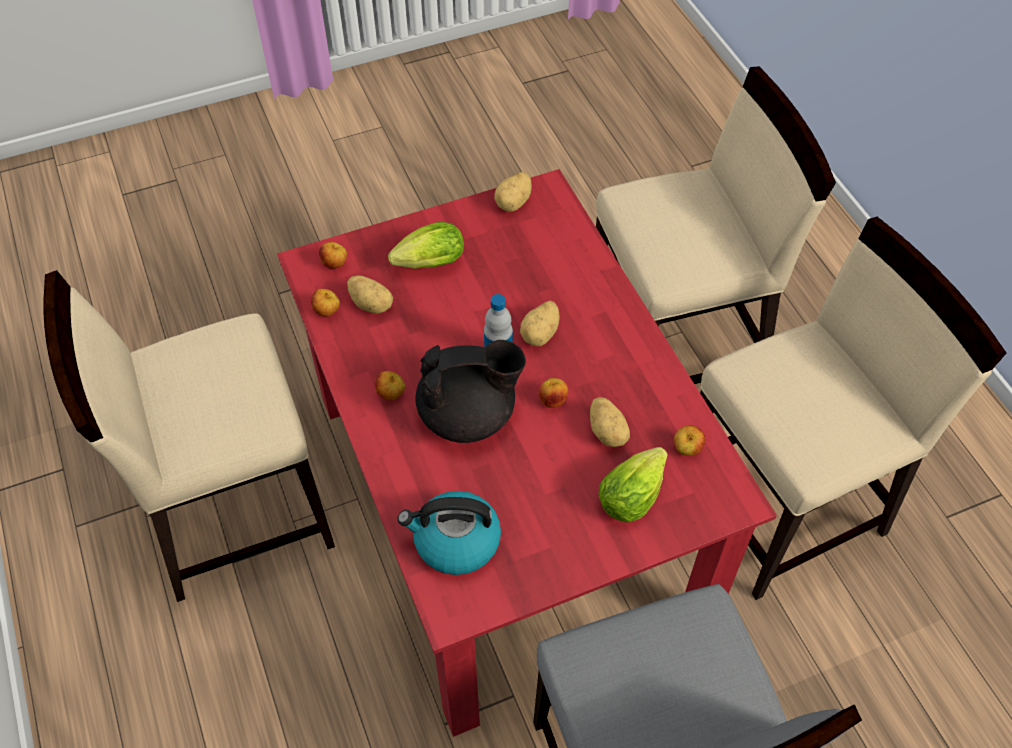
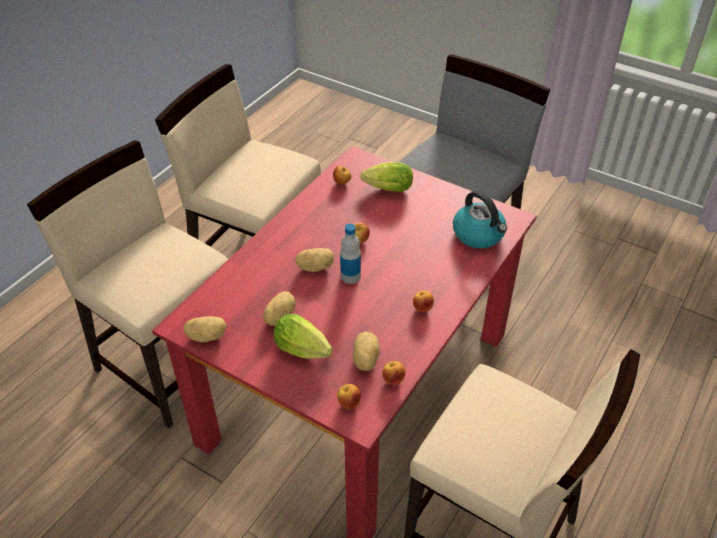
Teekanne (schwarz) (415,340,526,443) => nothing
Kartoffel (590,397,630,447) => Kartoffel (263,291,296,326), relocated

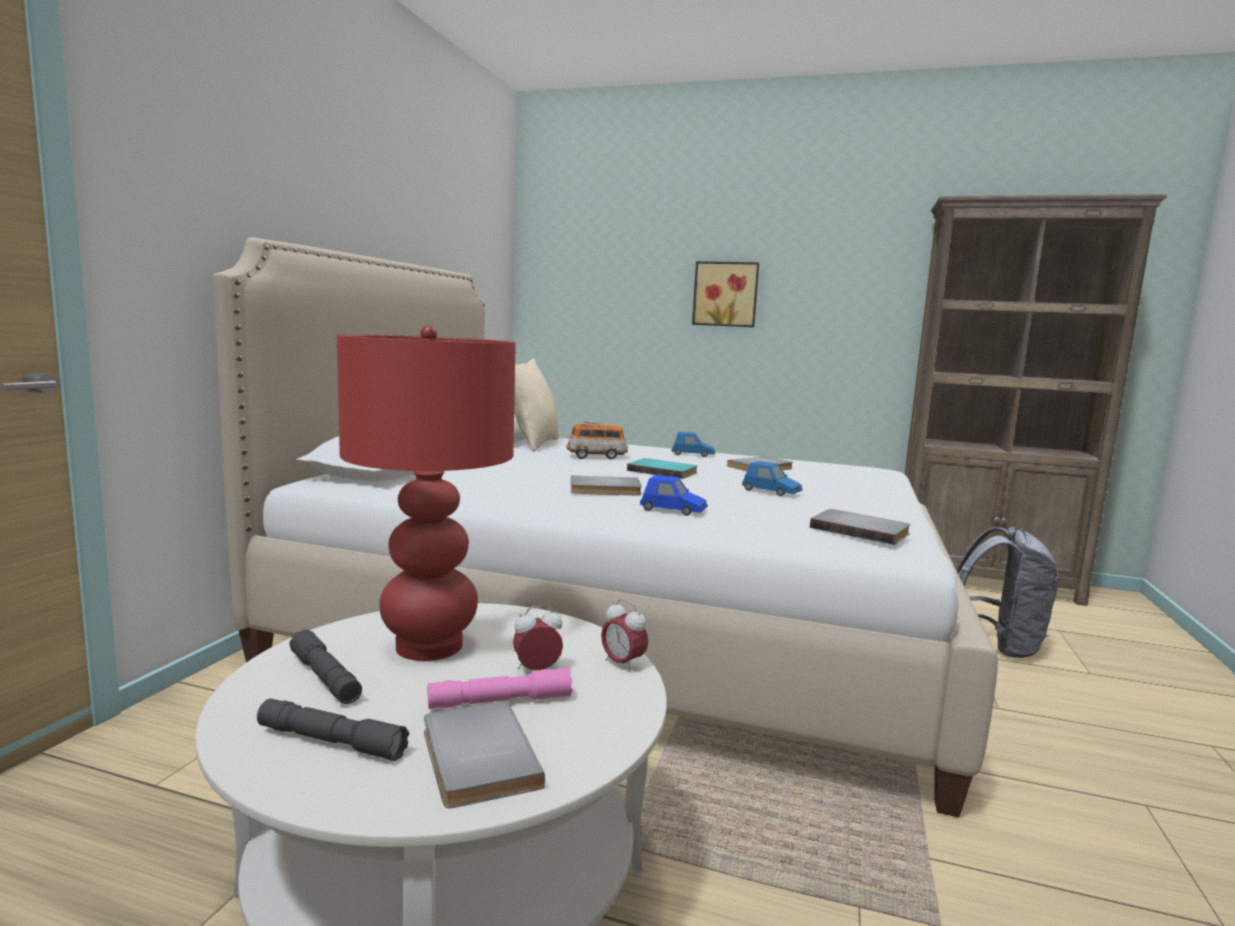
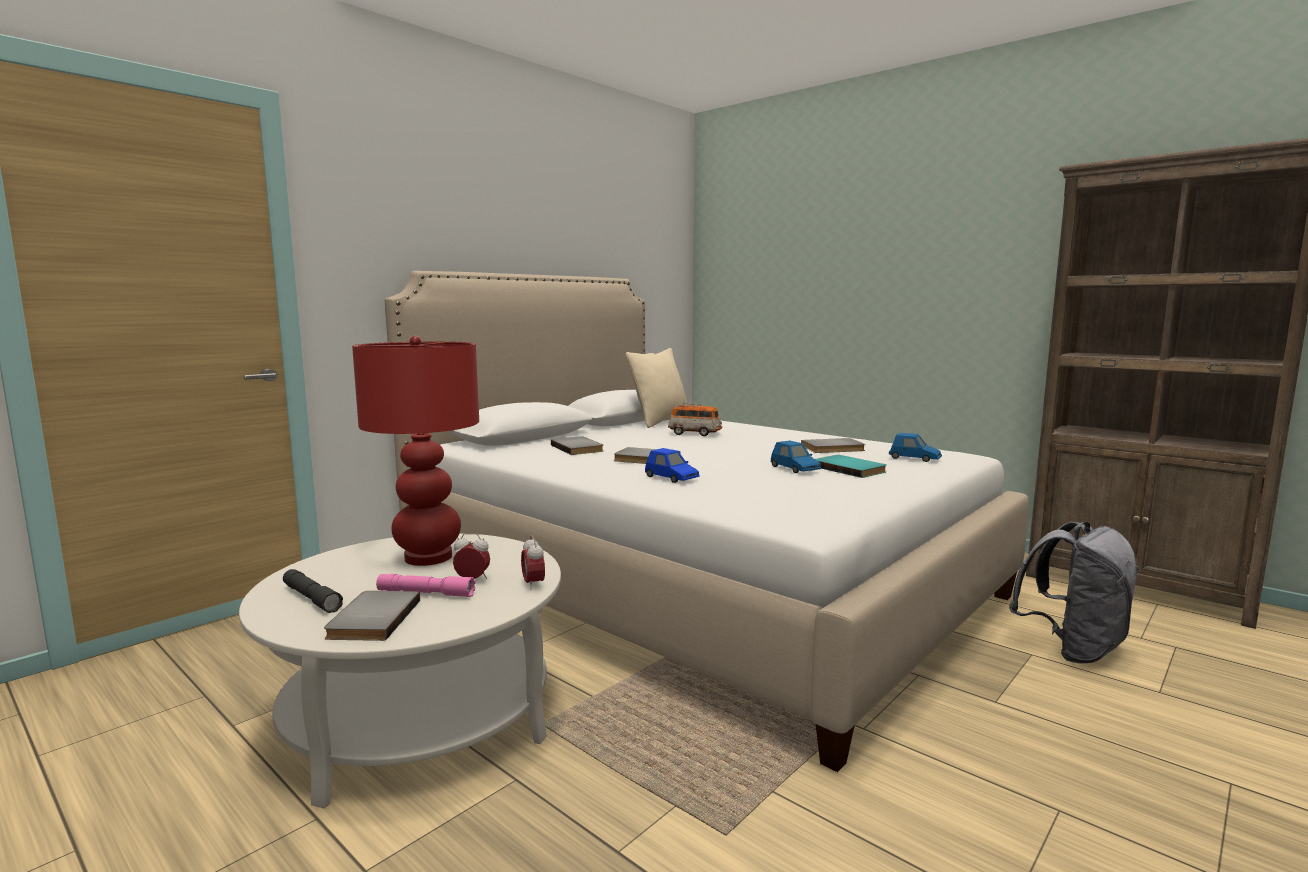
Bild (692,261,759,327) => nothing
Spielzeugauto (blau) (672,432,715,457) => Spielzeugauto (blau) (889,433,942,462), relocated
Buch (türkis) (627,458,698,479) => Buch (türkis) (815,455,886,478), relocated
Buch (grau) (810,509,911,545) => Buch (grau) (551,436,603,455), relocated
Taschenlampe (grau) (289,629,362,704) => nothing

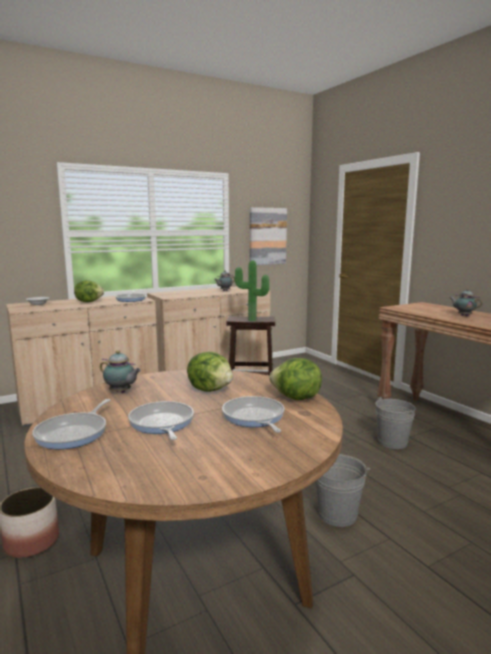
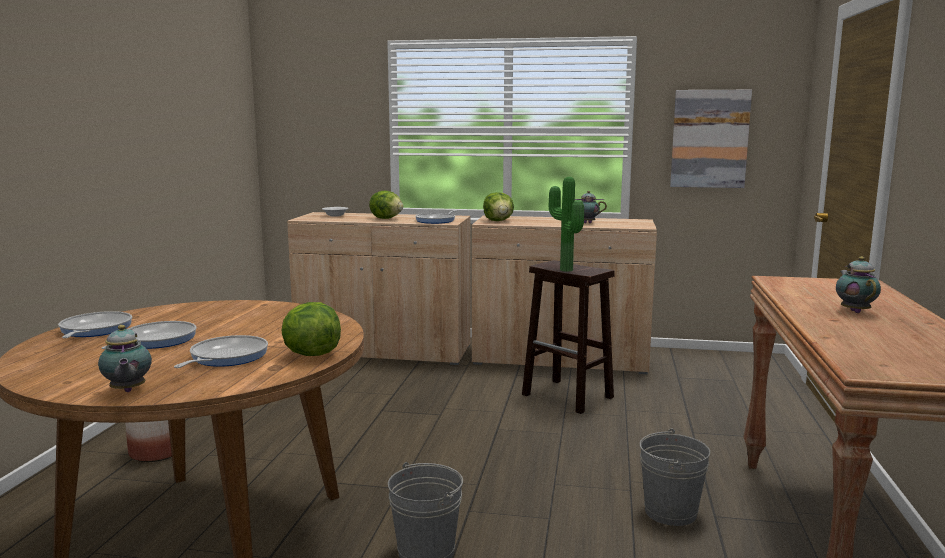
Teekanne (100,350,141,393) => Teekanne (98,325,152,392), relocated
Salatkopf (187,352,233,392) => Salatkopf (483,192,514,221), relocated
Pfanne (32,399,110,449) => Pfanne (58,311,132,338), 120 degrees clockwise

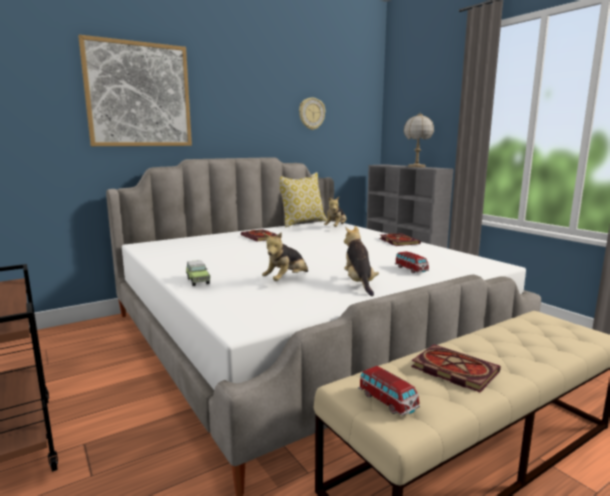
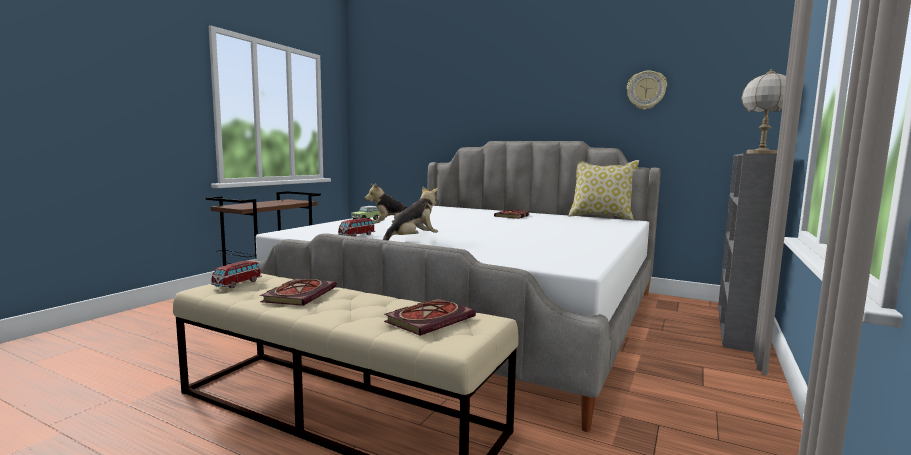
Bild (78,35,192,146) => nothing
Plüschtier (324,197,347,227) => nothing
Buch (380,233,421,246) => Buch (384,298,476,336), relocated
Spielzeugauto (395,251,429,273) => Spielzeugauto (338,218,375,237), relocated

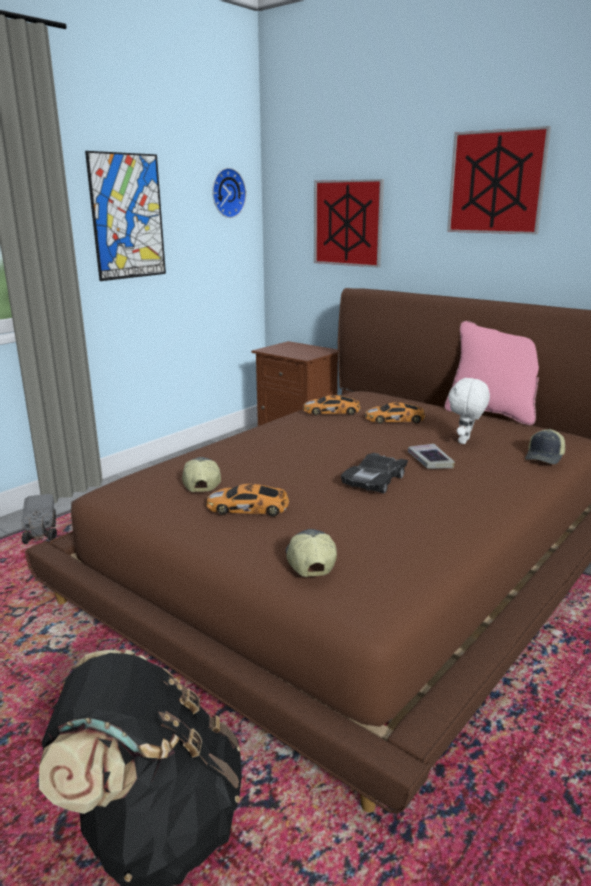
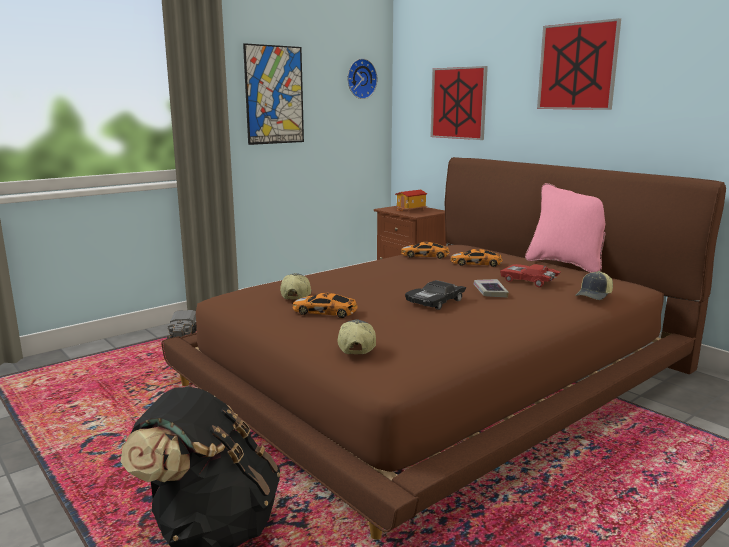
Plüschtier (weiß) (448,377,490,444) => Spielzeugauto (rot) (500,264,561,287)
nothing => Spielzeughaus (395,190,427,212)

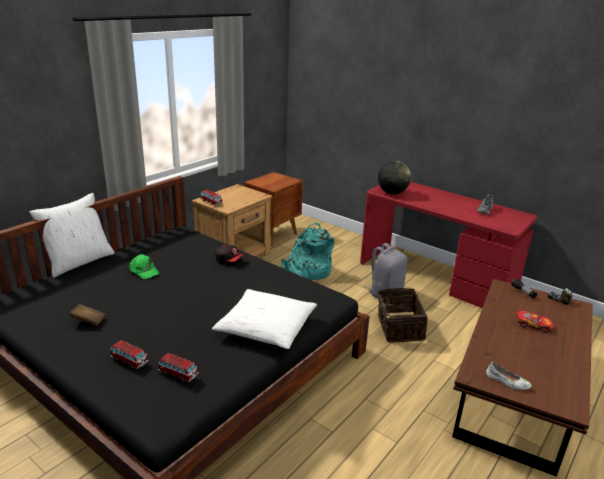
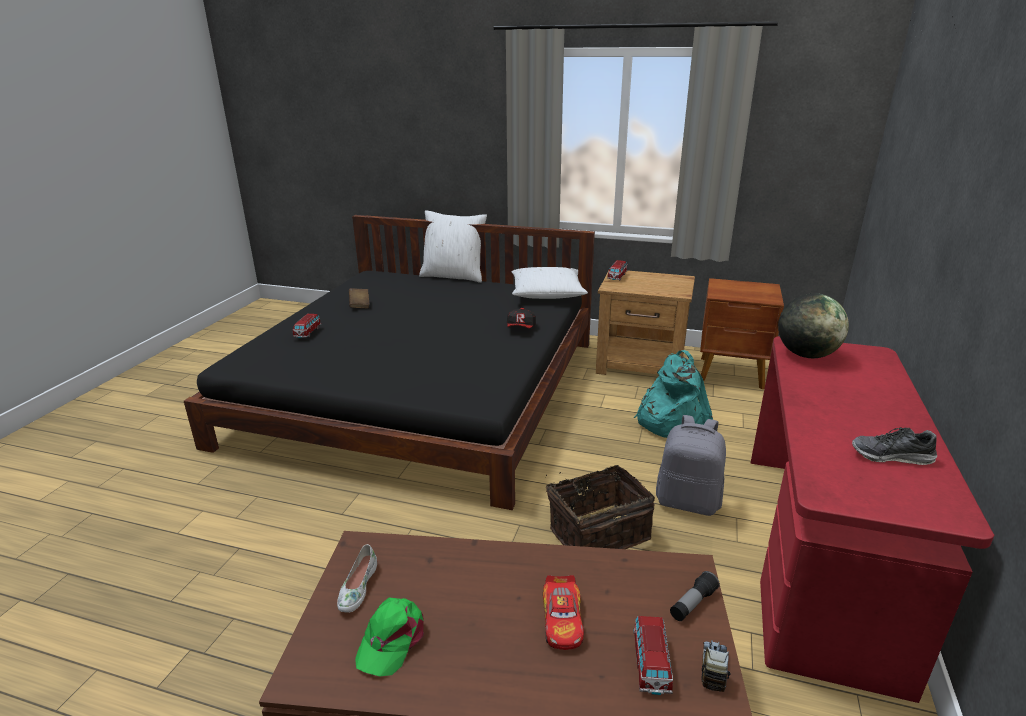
Kappe (grün) (128,254,159,279) => Kappe (grün) (355,597,424,677), relocated
Kissen (weiß) (212,289,317,349) => Kissen (weiß) (512,267,588,299), relocated
Spielzeugauto (158,353,199,382) => Spielzeugauto (633,616,673,695), relocated

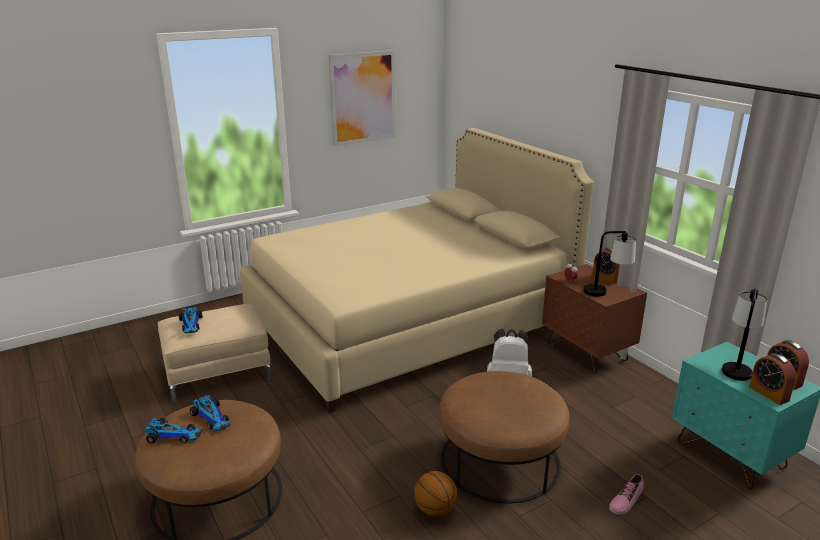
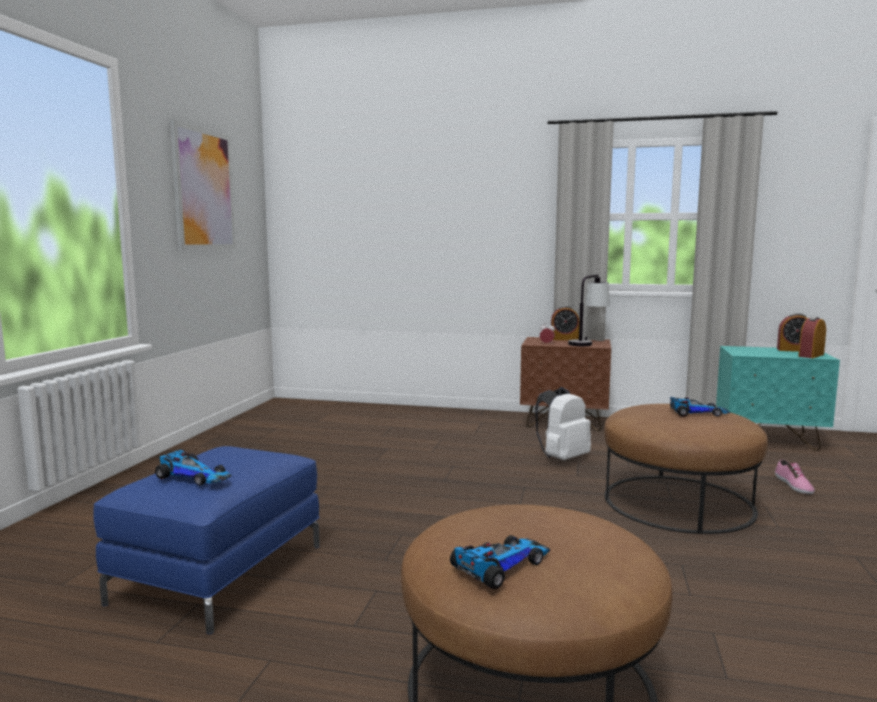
Bett (beige) (240,128,594,413) => nothing
Tischlampe (722,288,767,381) => nothing
Polsterhocker (beige) (158,304,272,402) => Polsterhocker (blau) (94,446,320,634)
Wecker (749,353,796,405) => Wecker (798,317,826,358), 120 degrees clockwise
Spielzeugauto (190,395,230,432) => Spielzeugauto (670,397,730,417), relocated
Basketball (414,471,457,516) => nothing

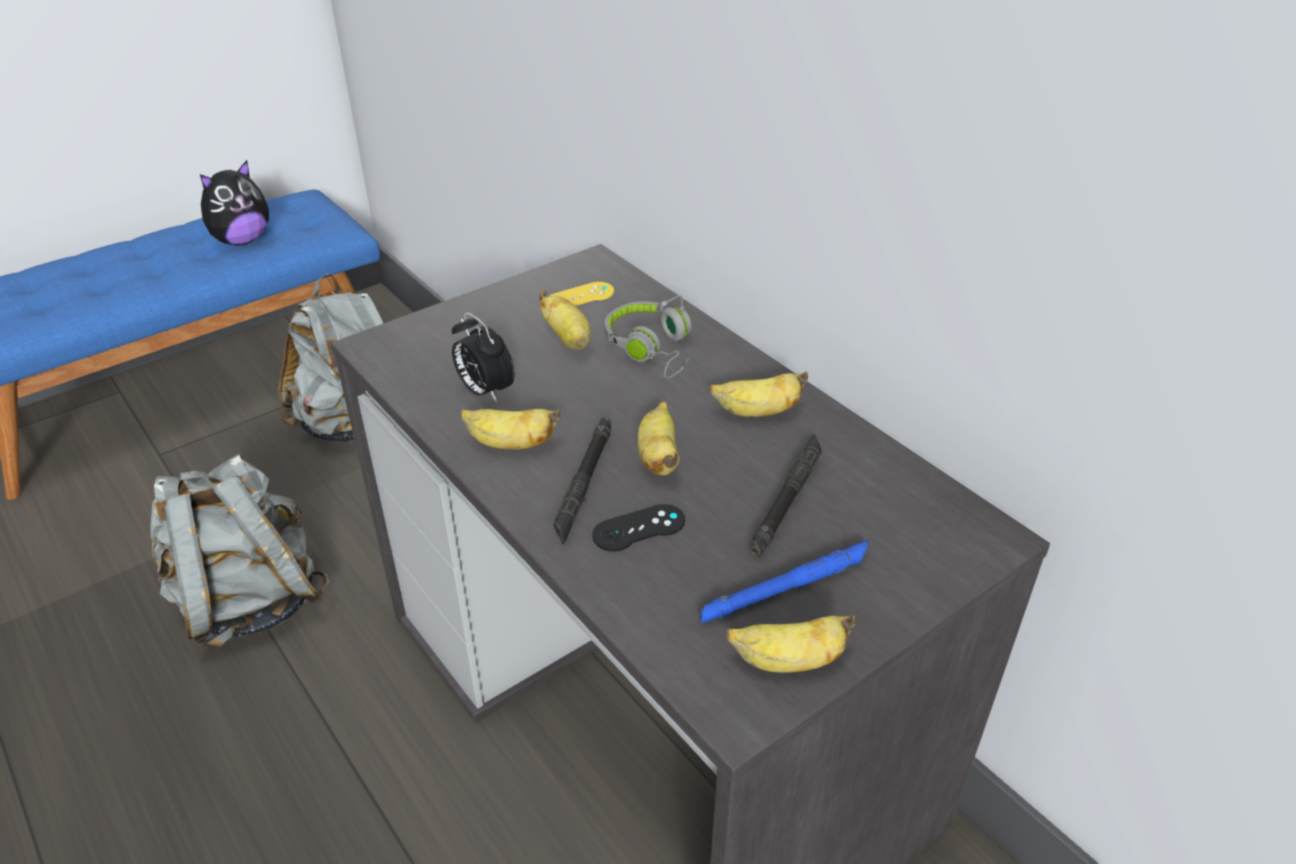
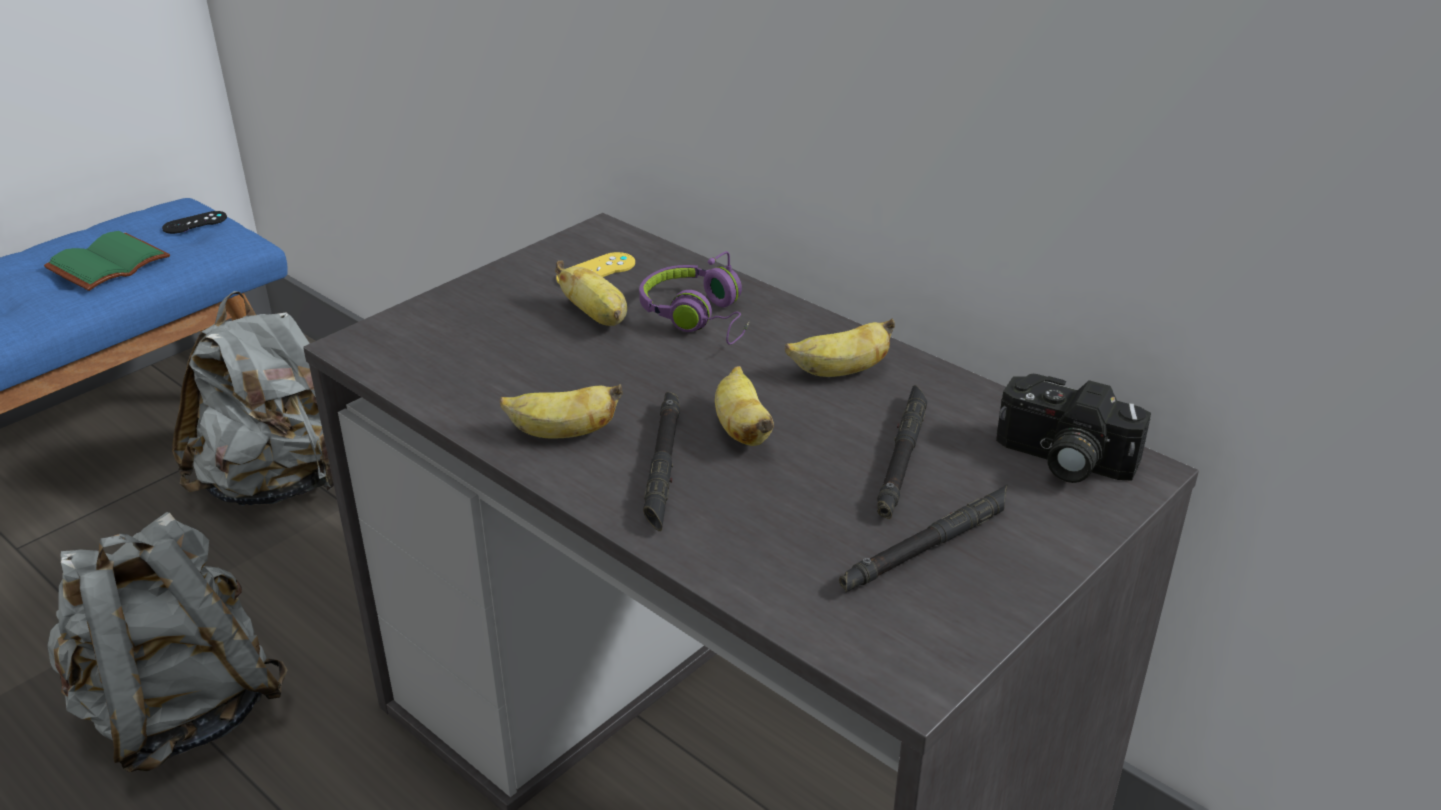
Plüschtier (200,160,269,246) => Buch (grün) (44,231,170,291)
Kopfhörer (grau) (604,295,692,378) => Kopfhörer (lila) (639,251,750,345)
Wecker (452,312,515,403) => nothing
Gamepad (schwarz) (592,504,685,551) => Gamepad (schwarz) (162,211,227,234), relocated
Taschenlampe (blau) (698,539,869,623) => Taschenlampe (schwarz) (839,485,1007,592)
Banane (726,615,856,673) => nothing
nothing => Kamera (996,374,1151,483)

